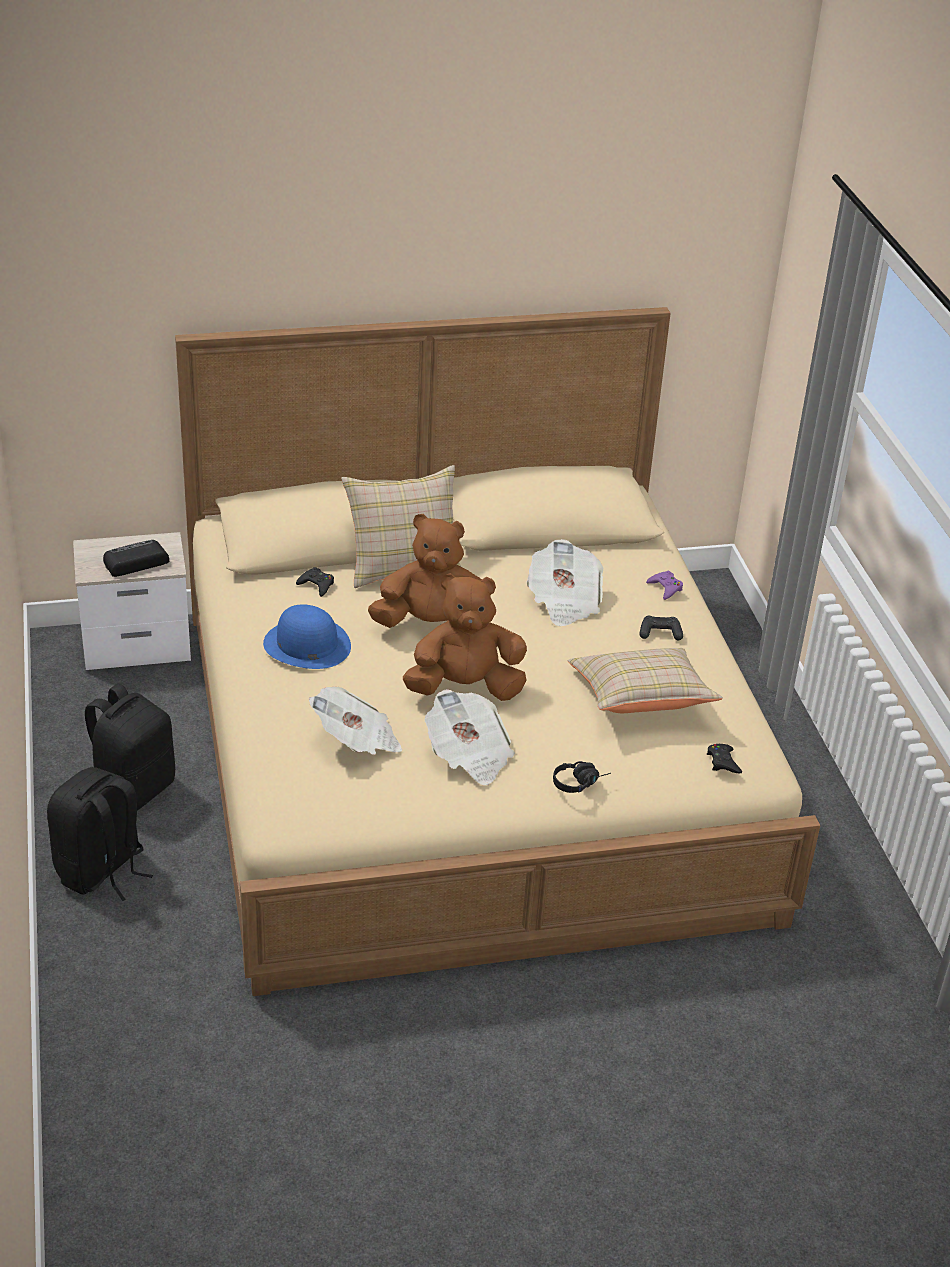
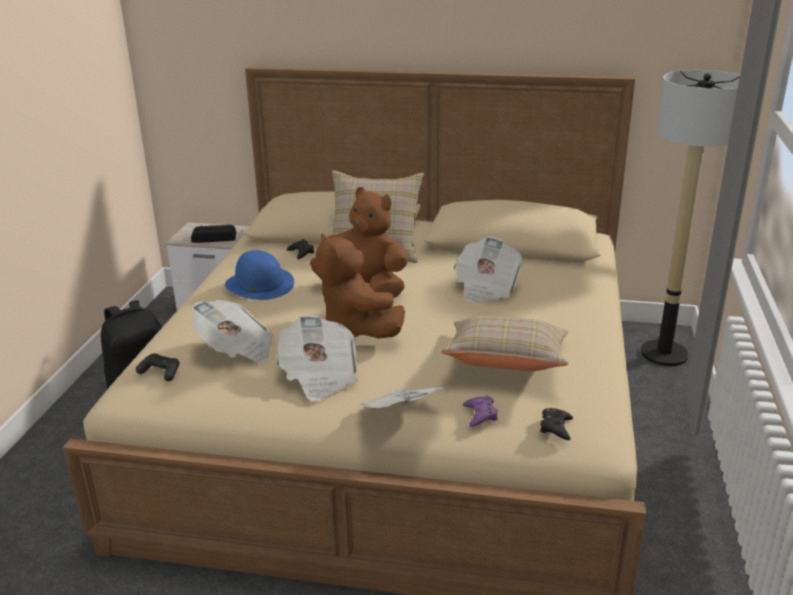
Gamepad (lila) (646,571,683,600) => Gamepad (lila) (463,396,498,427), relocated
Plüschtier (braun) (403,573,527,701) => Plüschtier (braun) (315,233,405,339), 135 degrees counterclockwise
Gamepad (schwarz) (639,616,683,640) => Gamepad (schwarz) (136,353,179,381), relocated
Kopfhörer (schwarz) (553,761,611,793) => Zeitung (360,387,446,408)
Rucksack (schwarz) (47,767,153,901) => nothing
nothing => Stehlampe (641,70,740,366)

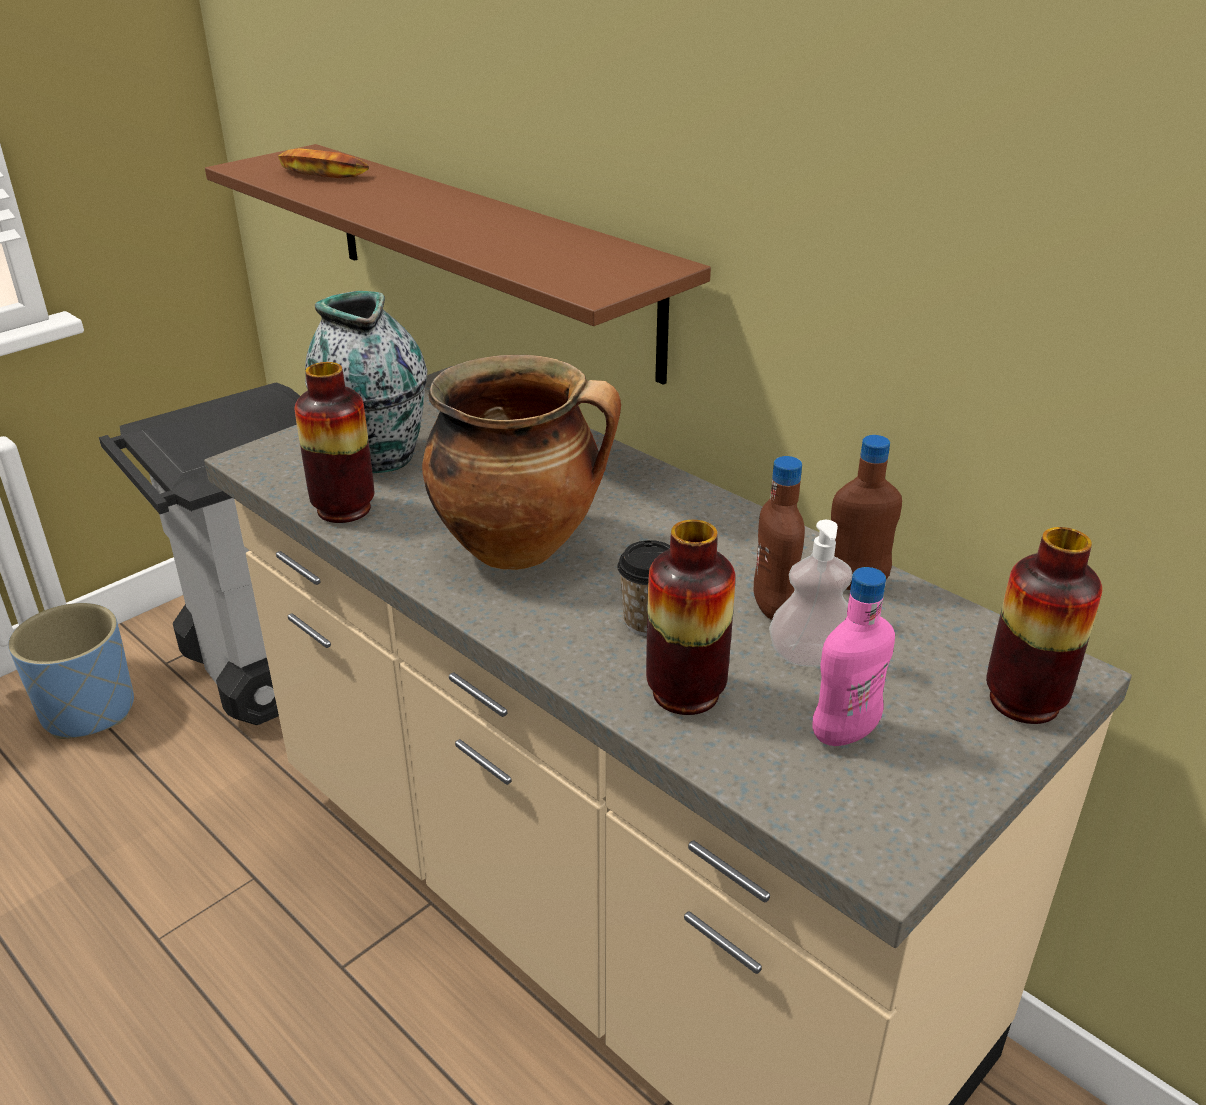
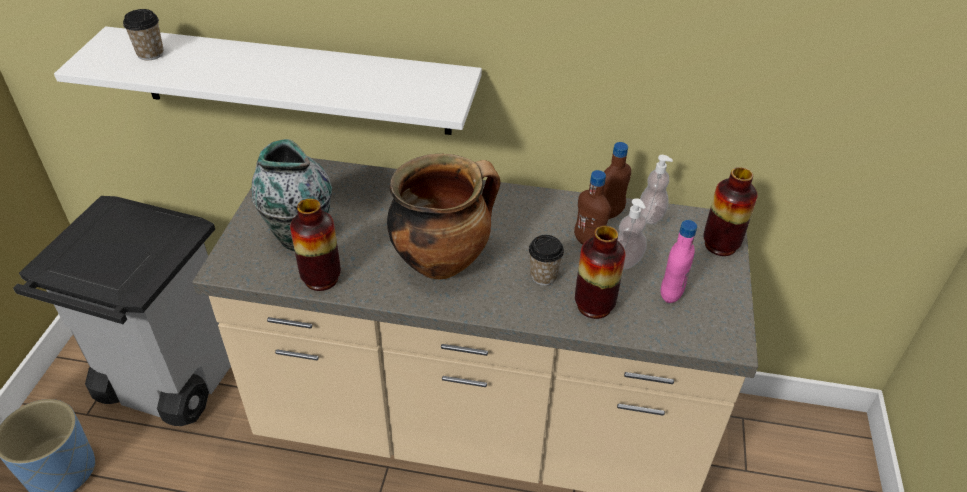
Wandregal (braun) (205,144,711,385) => Wandregal (weiß) (54,26,482,135)
Banane (278,148,369,178) => Tasse (123,9,164,60)
nothing => Seifenspender (640,155,673,225)

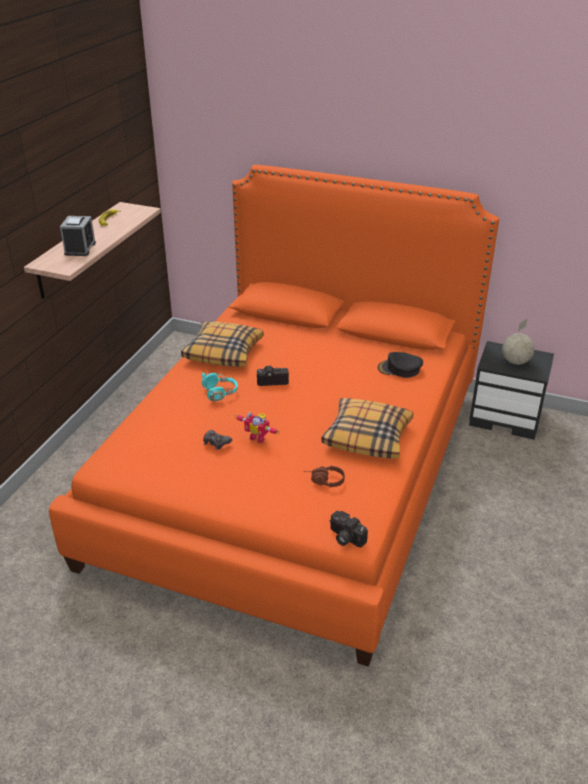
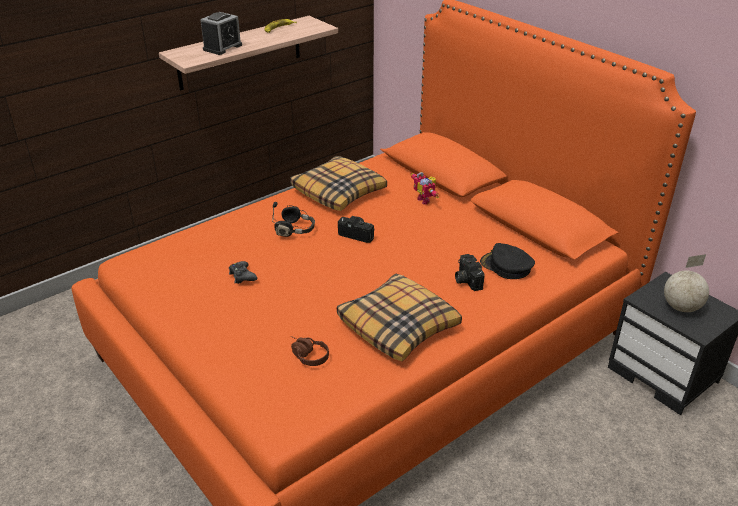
Kopfhörer (türkis) (201,373,238,401) => Kopfhörer (schwarz) (272,202,315,237)
Spielzeugroboter (235,412,280,443) => Spielzeugroboter (411,172,439,205), relocated
Kamera (330,511,368,547) => Kamera (455,254,484,291), relocated

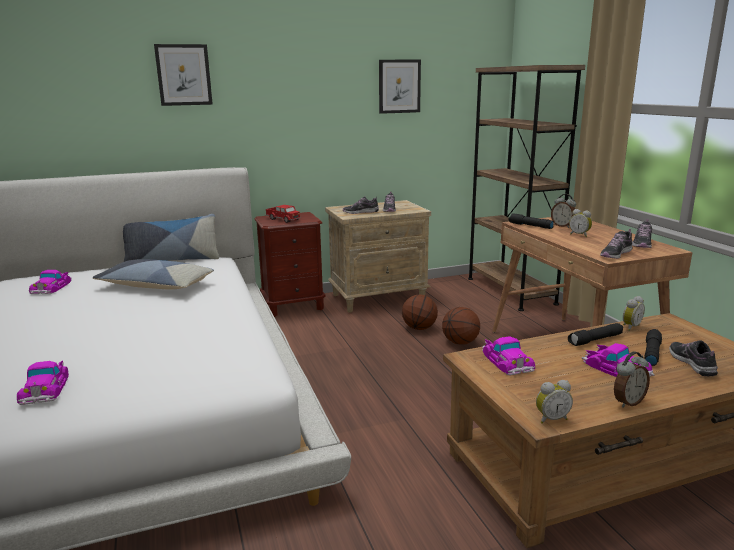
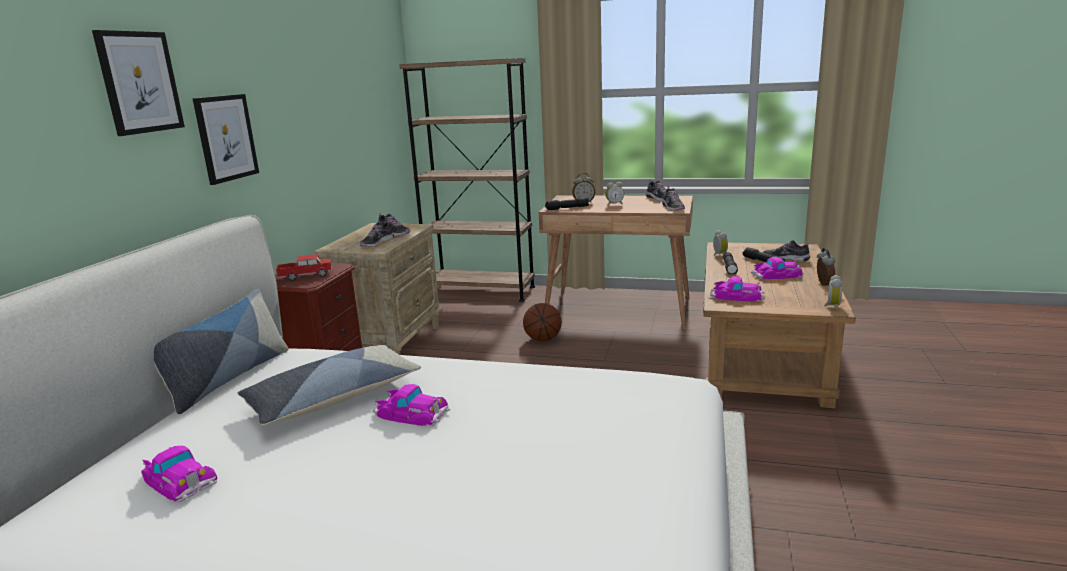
Bild (379,60,421,114) => Bild (193,94,259,185), relocated
Basketball (402,295,438,330) => nothing
Spielzeugauto (17,360,69,405) => Spielzeugauto (373,384,450,426), relocated

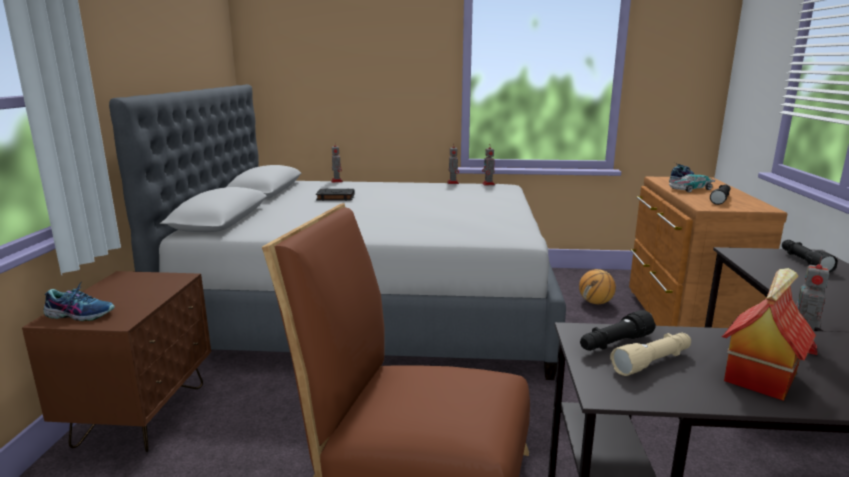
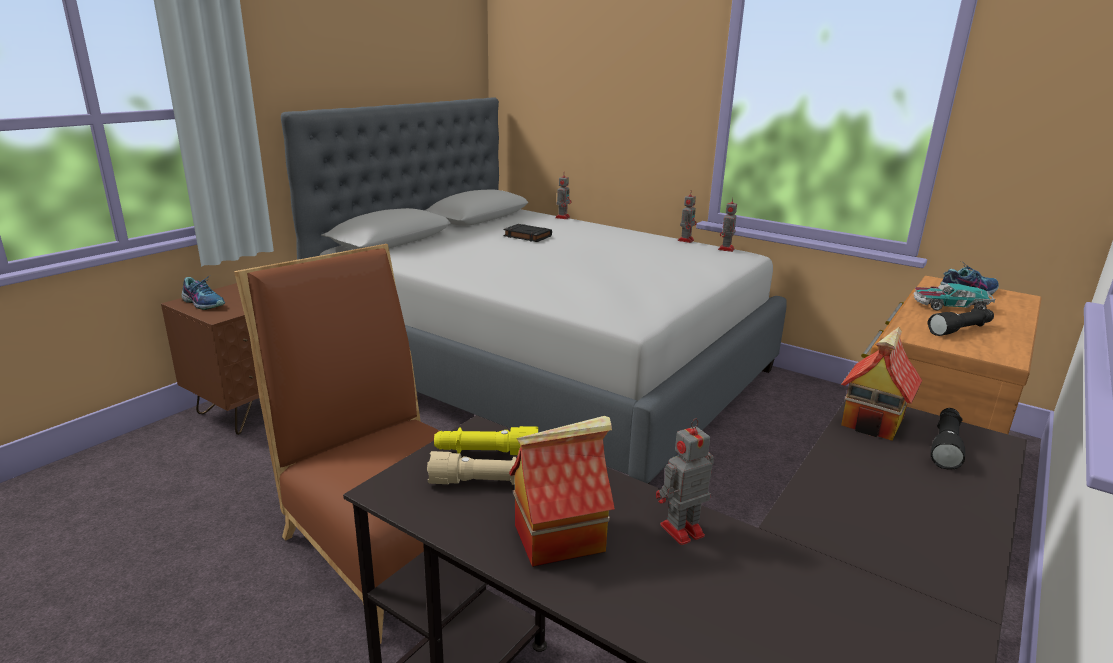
Basketball (579,269,616,304) => nothing
Taschenlampe (schwarz) (580,310,656,351) => Taschenlampe (gelb) (434,426,538,455)
nothing => Spielzeughaus (841,326,922,441)

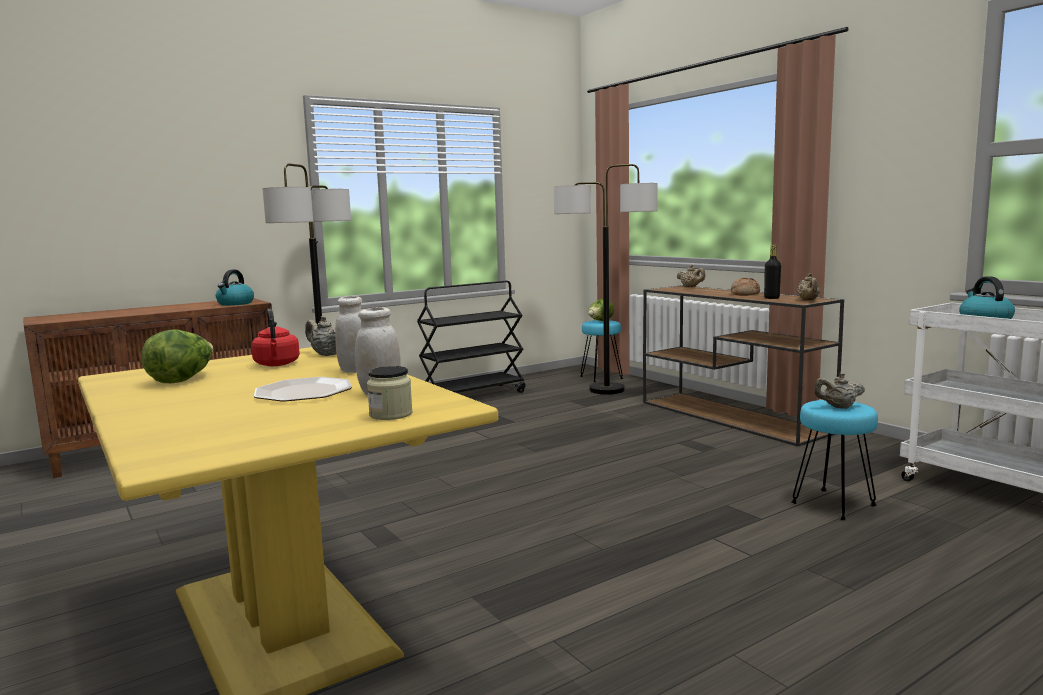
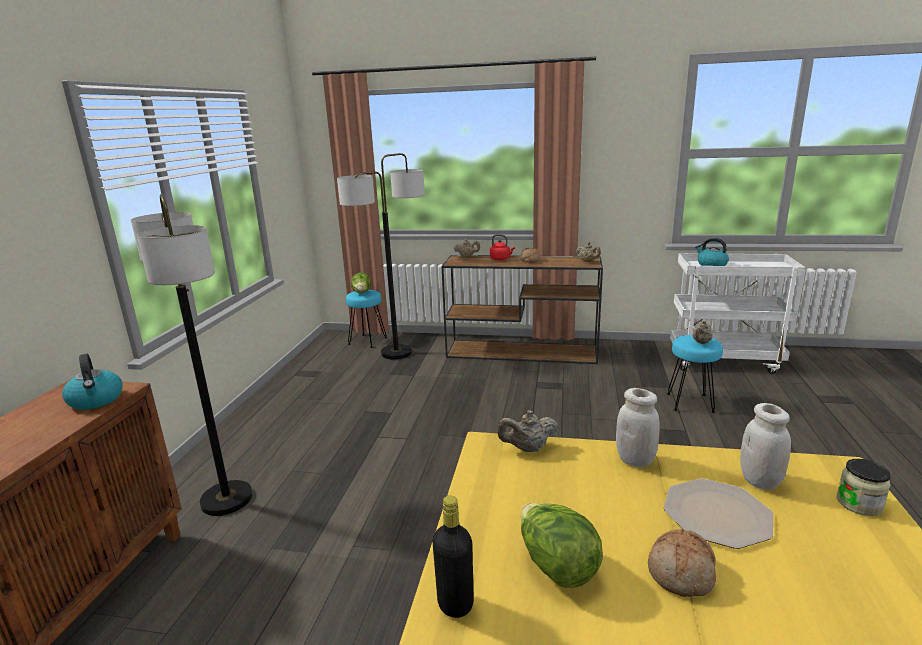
Flasche (schwarz) (764,245,781,299) => Flasche (schwarz) (432,496,474,618), relocated
Rollwagen (schwarz) (417,281,525,393) => nothing
Wasserkessel (rot) (251,309,300,366) => Wasserkessel (rot) (490,234,515,261), relocated
nothing => Brot (648,529,716,597)

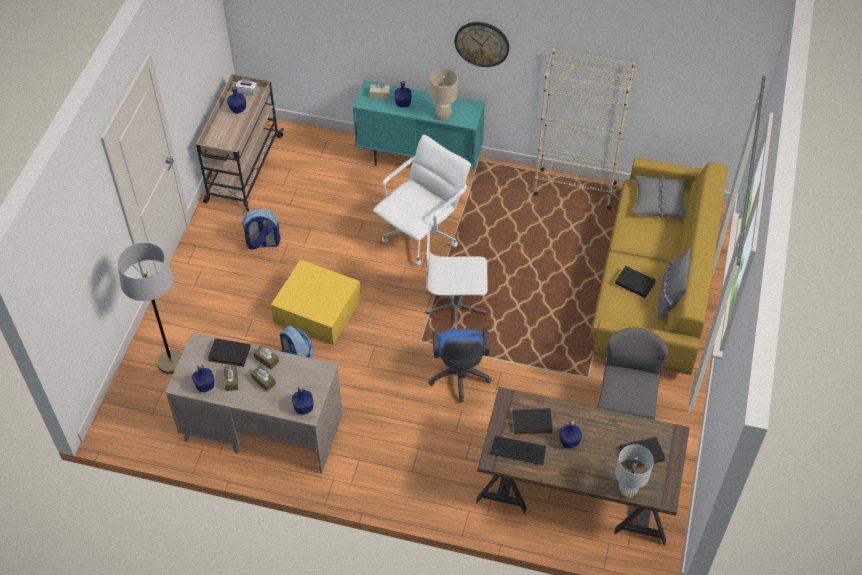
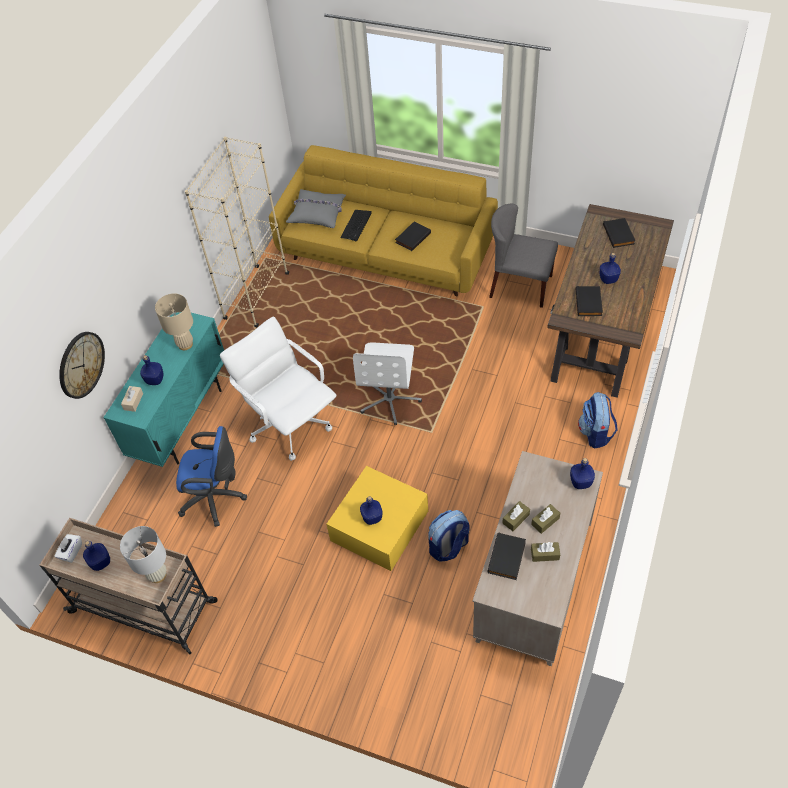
Wanduhr (455,22,509,67) => Wanduhr (59,332,105,399), relocated
Rucksack (241,209,281,250) => Rucksack (578,392,618,448), relocated
Stehlampe (grau) (117,242,182,374) => nothing
Kissen (grau) (658,248,690,320) => nothing
Bürostuhl (blau) (428,329,492,402) => Bürostuhl (blau) (176,426,247,527), relocated
Flasche (blau) (192,364,215,392) => Flasche (blau) (360,496,383,525), relocated
Tastatur (490,436,546,465) => Tastatur (340,210,372,241), relocated
Tischlampe (weiß) (615,444,654,498) => Tischlampe (weiß) (120,526,167,583), relocated

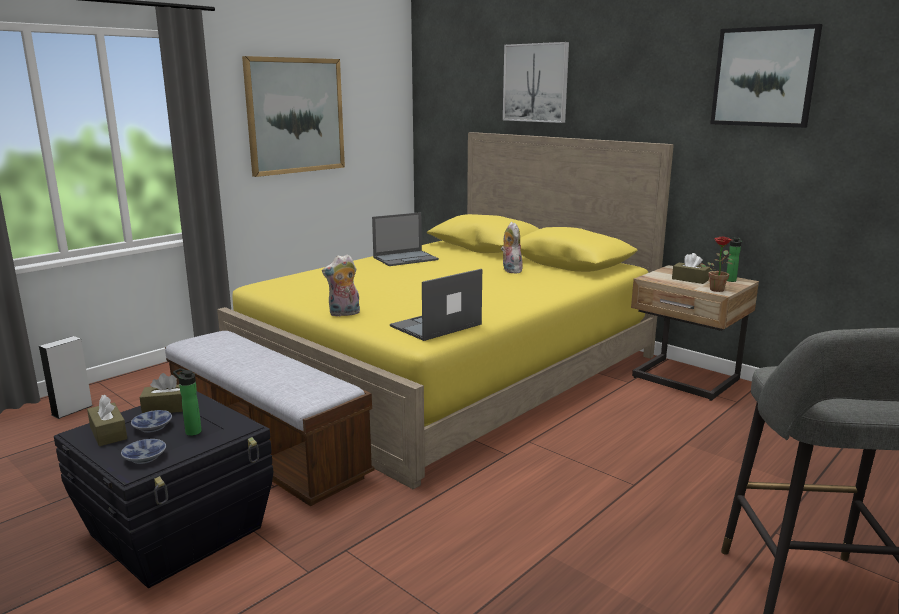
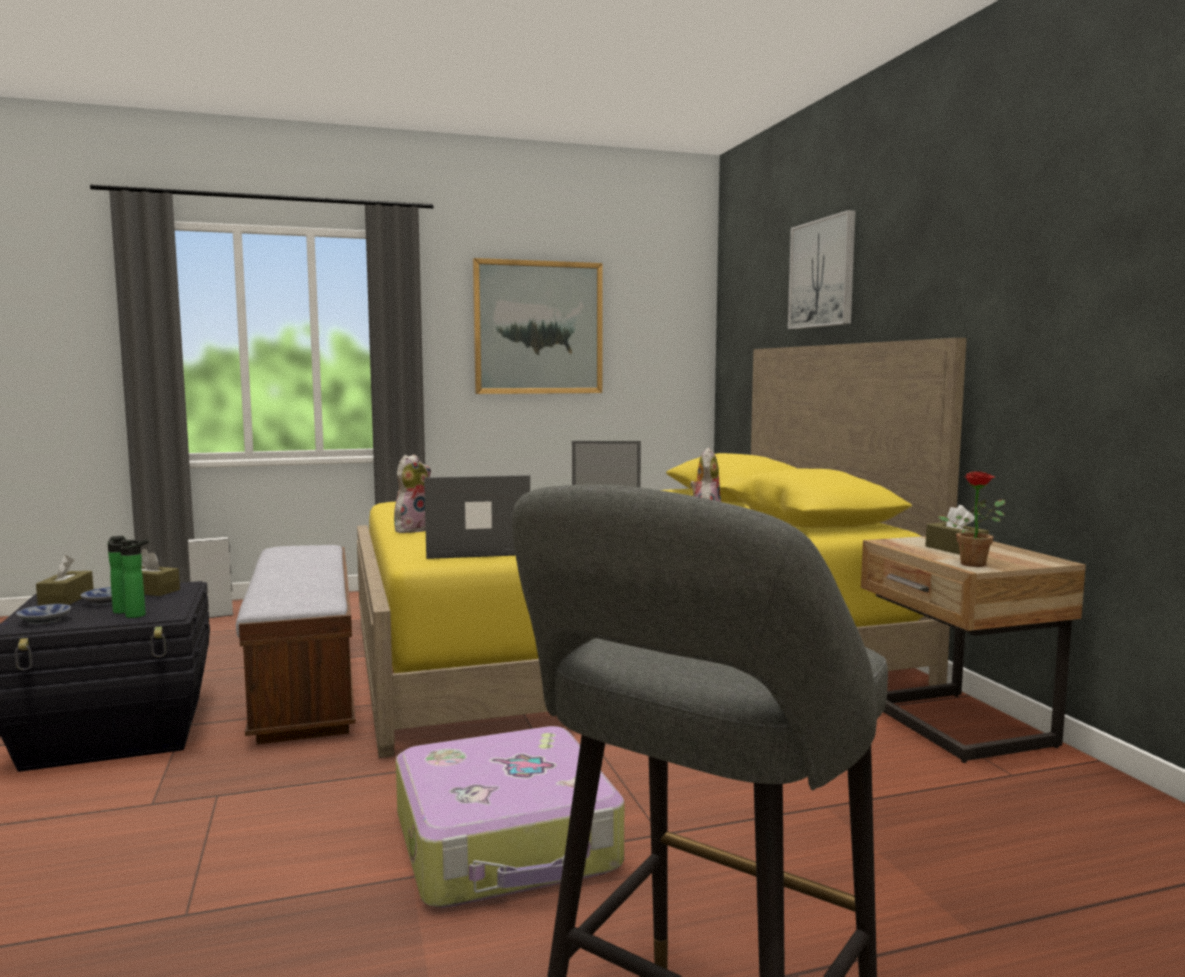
Bild (710,24,823,128) => nothing
Flasche (727,237,742,282) => Flasche (119,539,149,618), relocated
Plüschtier (322,254,360,317) => Plüschtier (394,454,431,533), 120 degrees clockwise
nothing => Koffer (396,726,624,908)

